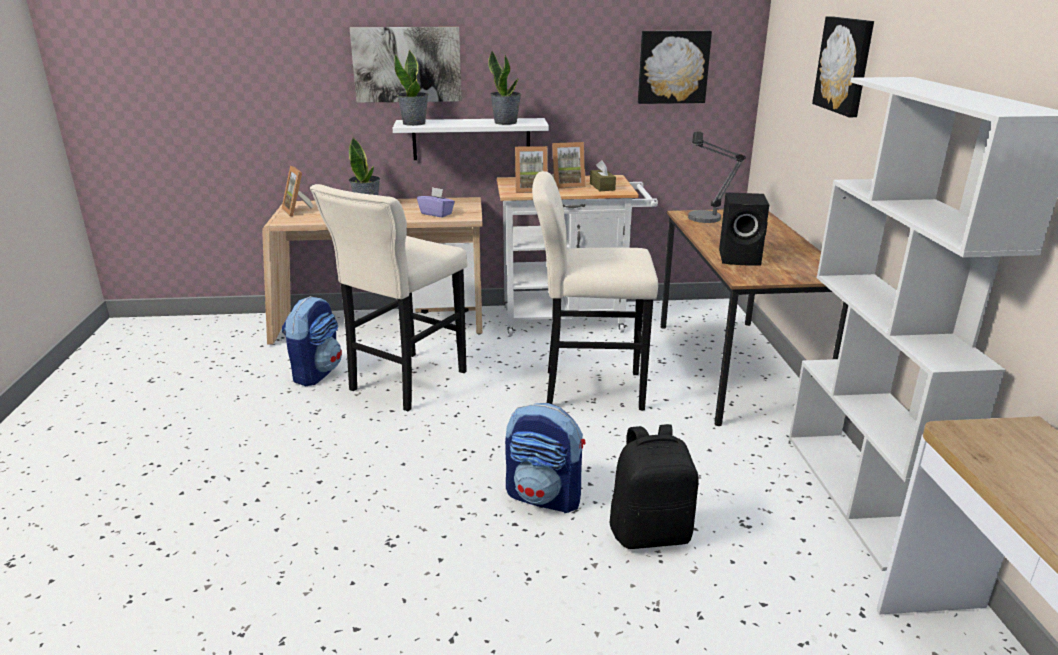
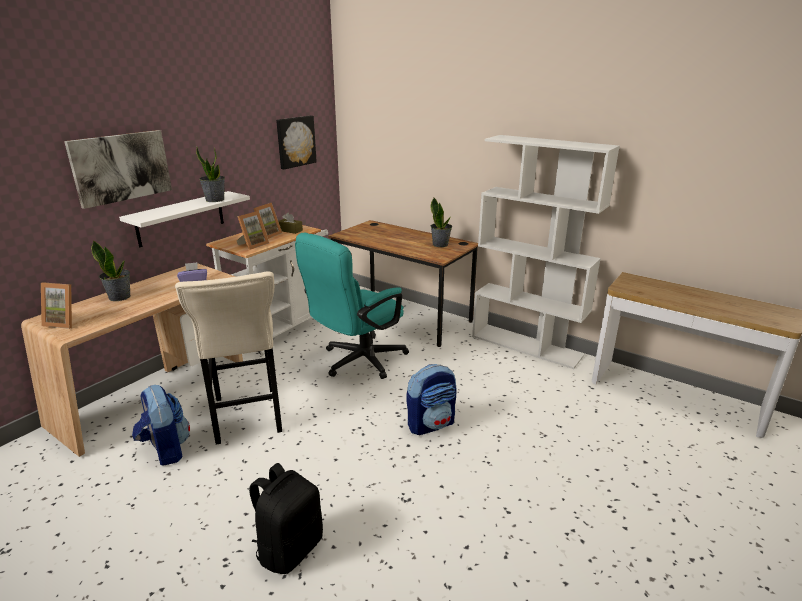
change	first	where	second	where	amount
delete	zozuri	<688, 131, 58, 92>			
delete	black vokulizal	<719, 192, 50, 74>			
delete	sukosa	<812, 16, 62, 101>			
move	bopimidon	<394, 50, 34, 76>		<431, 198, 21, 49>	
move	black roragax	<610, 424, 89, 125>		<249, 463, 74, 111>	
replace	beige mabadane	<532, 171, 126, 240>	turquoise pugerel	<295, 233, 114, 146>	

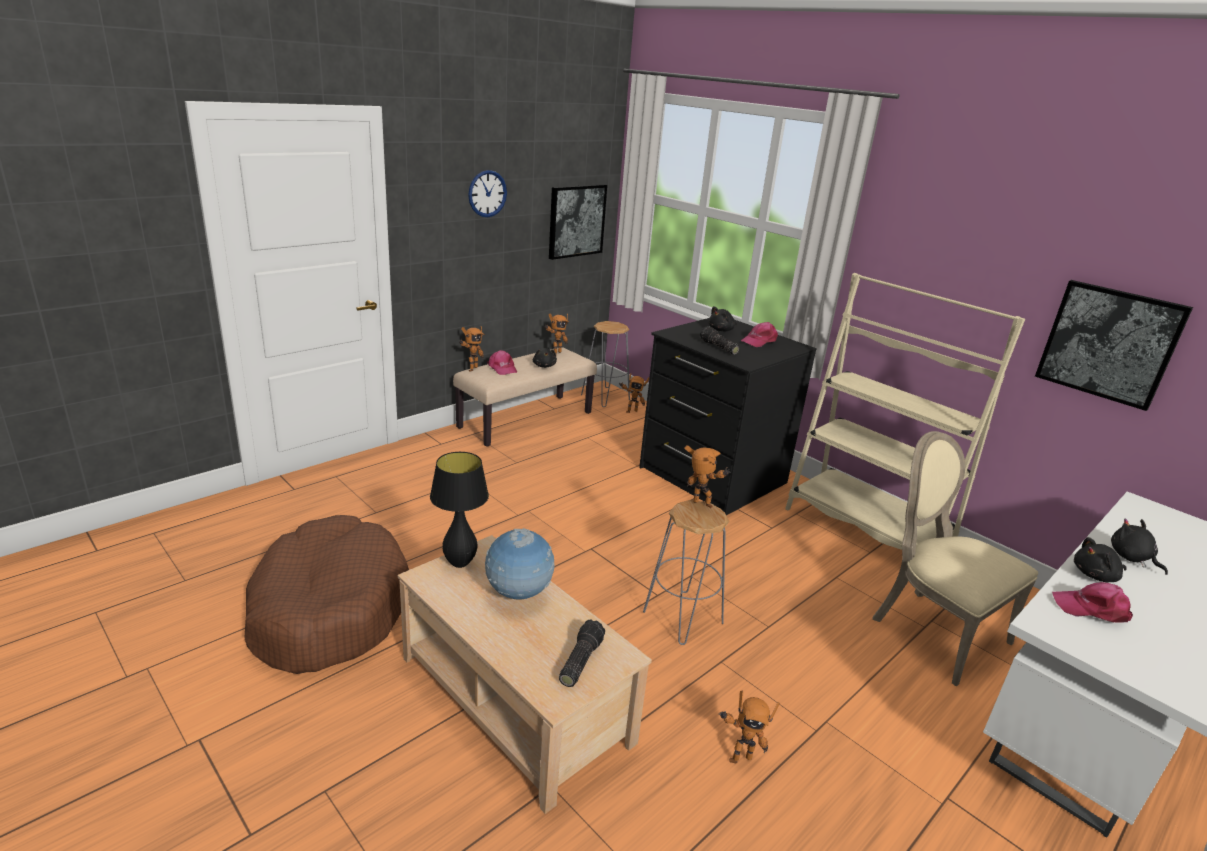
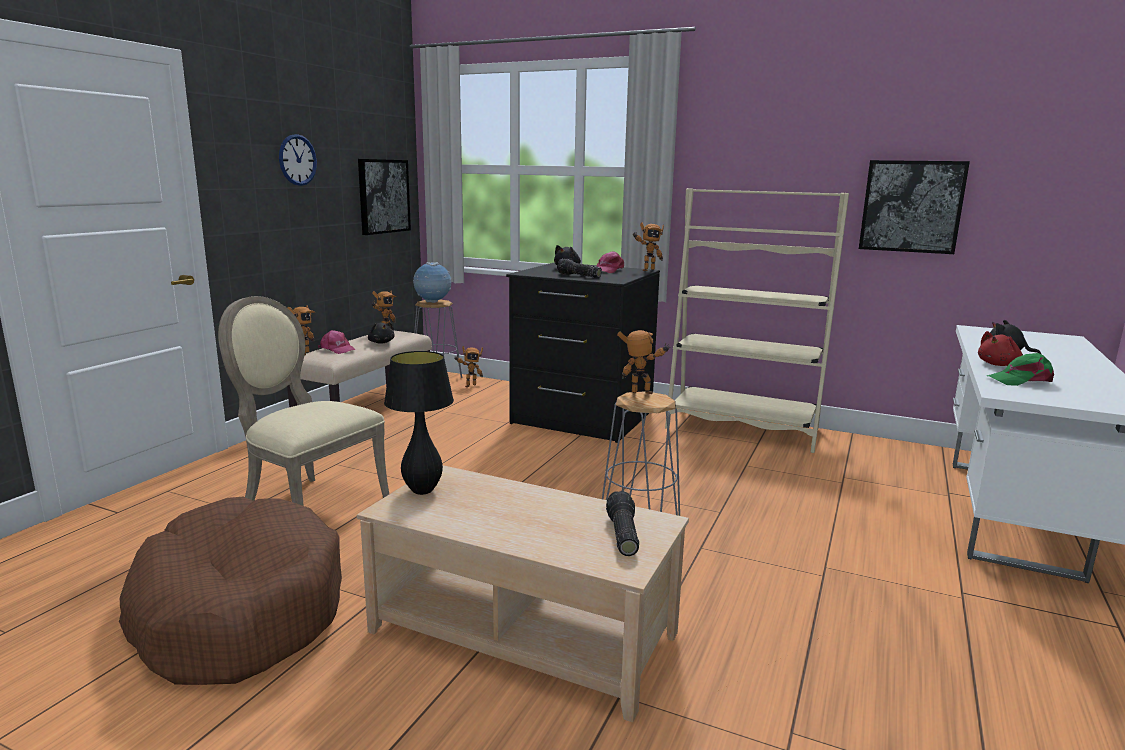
change	first	where	second	where	amount
move	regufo	<485, 528, 69, 72>		<413, 262, 38, 41>	
move	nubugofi	<719, 691, 61, 72>		<633, 222, 31, 49>	
move	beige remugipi	<872, 431, 166, 255>		<218, 296, 171, 210>	
recolor	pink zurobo	<1052, 582, 81, 41>	green zurobo	<987, 353, 67, 33>	
recolor	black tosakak	<1074, 537, 53, 45>	red tosakak	<978, 331, 44, 35>	

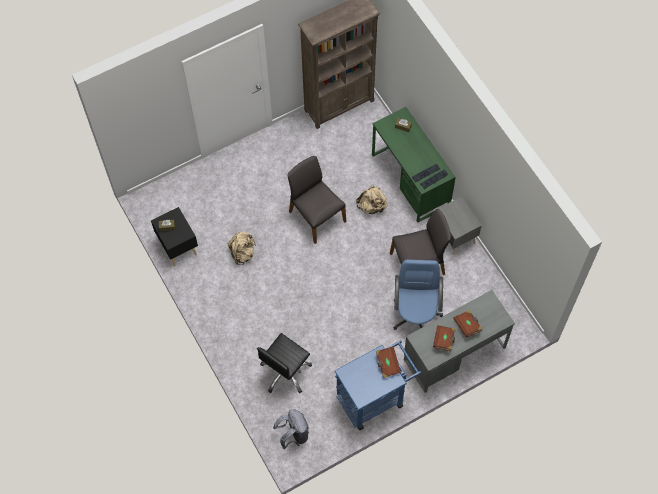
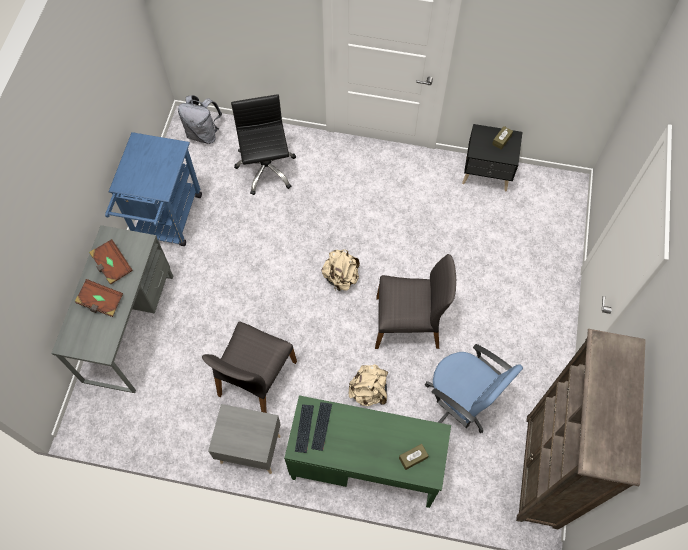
change	first	where	second	where	amount
delete	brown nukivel	<376, 346, 25, 32>			
move	beige roragax	<228, 232, 28, 33>		<321, 249, 39, 42>	
move	blue pugerel	<394, 260, 49, 70>		<425, 344, 98, 89>	

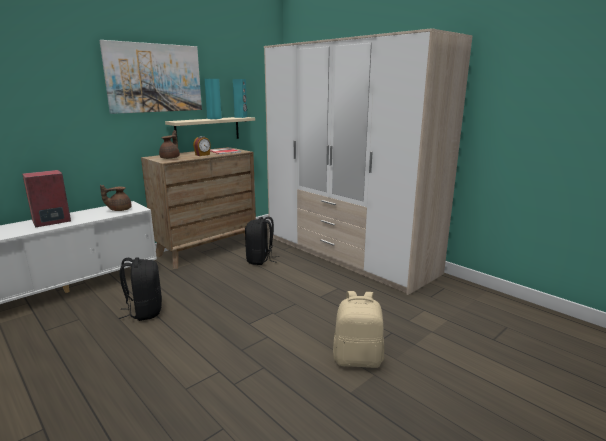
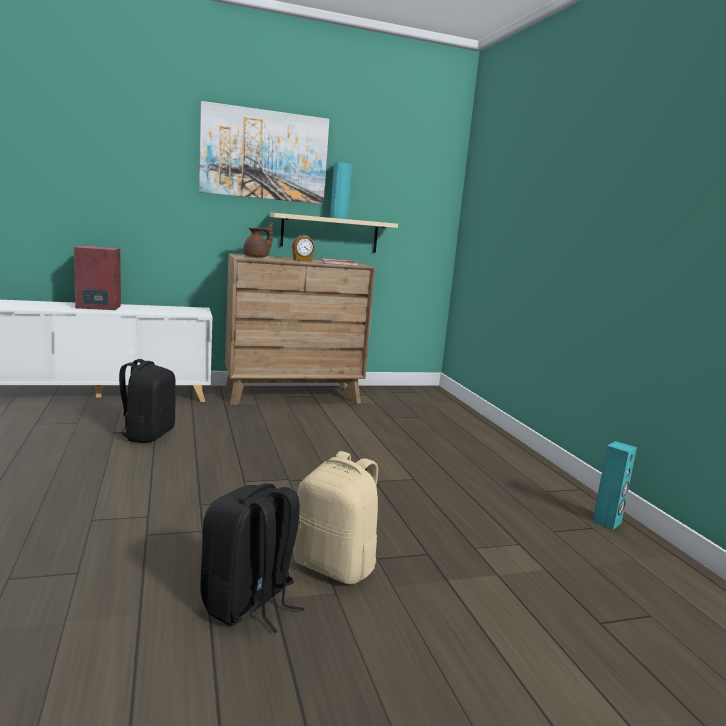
change	first	where	second	where	amount
delete	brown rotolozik	<100, 185, 32, 26>			
delete	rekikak	<264, 28, 209, 267>			
move	turquoise vokulizal	<233, 79, 14, 39>		<593, 441, 44, 89>	
move	black roragax	<245, 217, 34, 48>		<200, 483, 105, 150>	

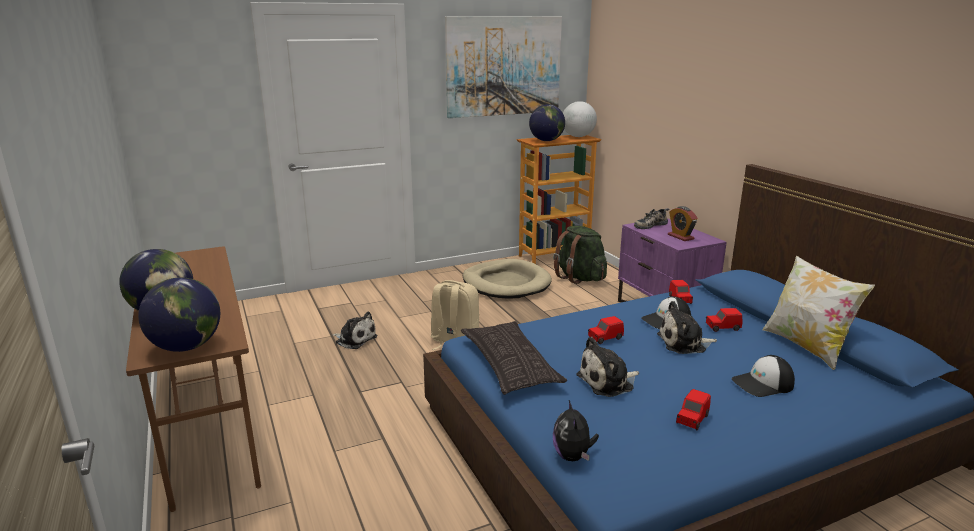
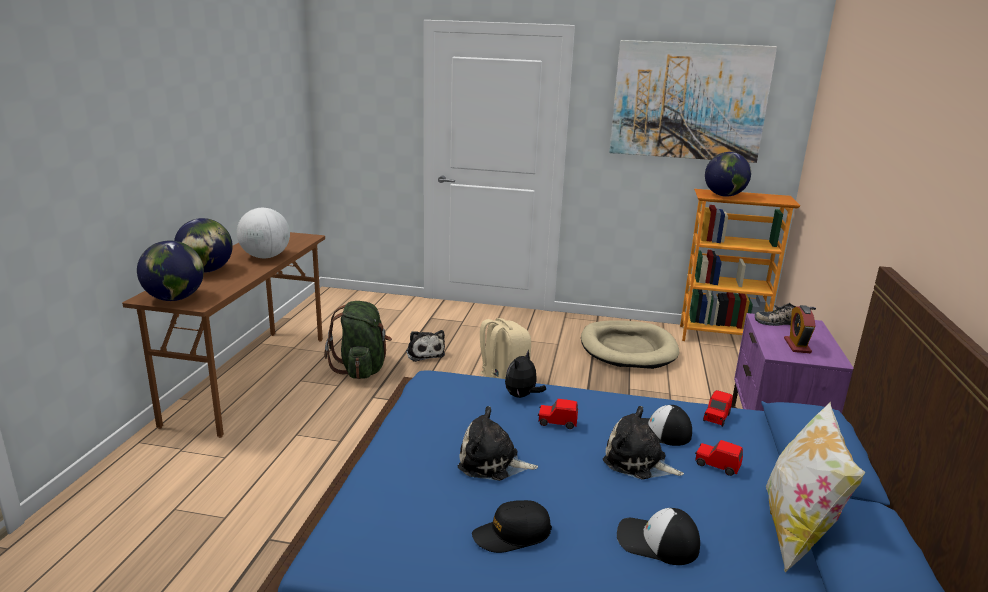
change	first	where	second	where	amount
delete	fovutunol	<461, 321, 106, 74>			
move	green roragax	<553, 226, 54, 58>		<324, 301, 68, 78>	
move	tosakak	<553, 400, 46, 61>		<505, 350, 41, 48>	
move	regufo	<563, 101, 34, 36>		<237, 208, 53, 50>	
replace	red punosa	<676, 389, 35, 41>	black zurobo	<472, 500, 80, 53>	

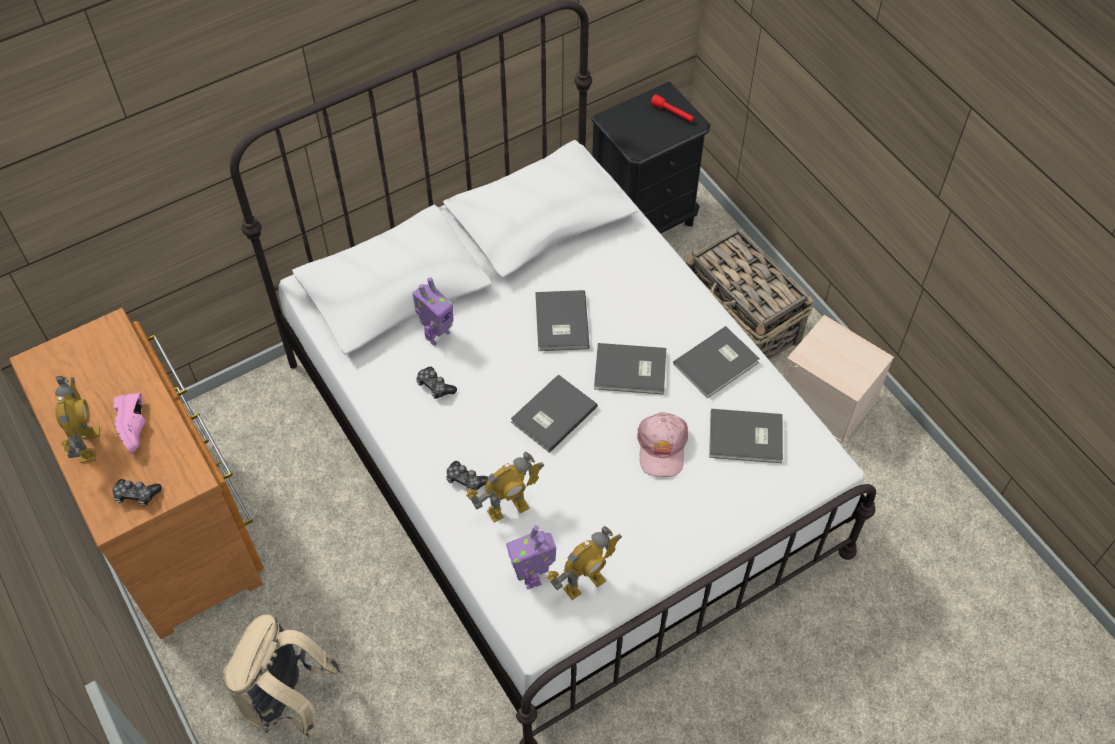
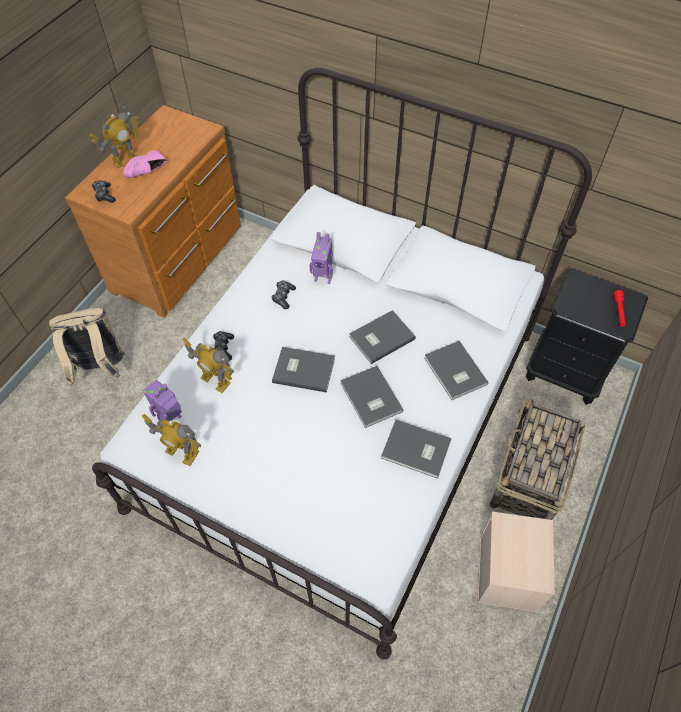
change	first	where	second	where	amount
delete	pink zurobo	<637, 412, 51, 65>			
move	grey nukivel	<709, 409, 74, 54>		<425, 341, 63, 59>	

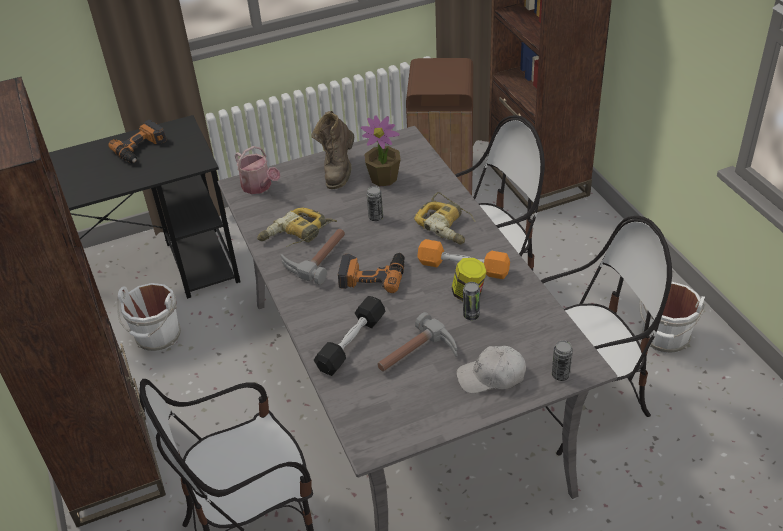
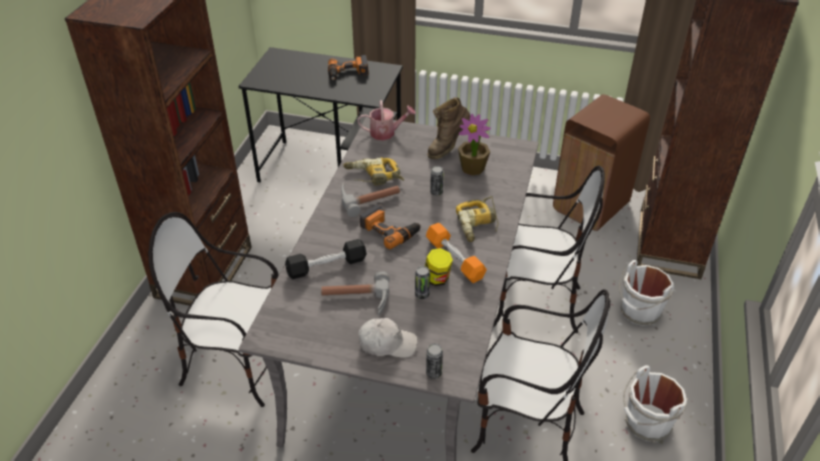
change	first	where	second	where	amount
move	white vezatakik	<117, 283, 64, 69>		<618, 260, 56, 66>	
rotate	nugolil	<235, 146, 45, 48>		<357, 100, 59, 40>	90 degrees counterclockwise
rotate	white zurobo	<457, 346, 69, 47>		<359, 318, 59, 40>	150 degrees clockwise

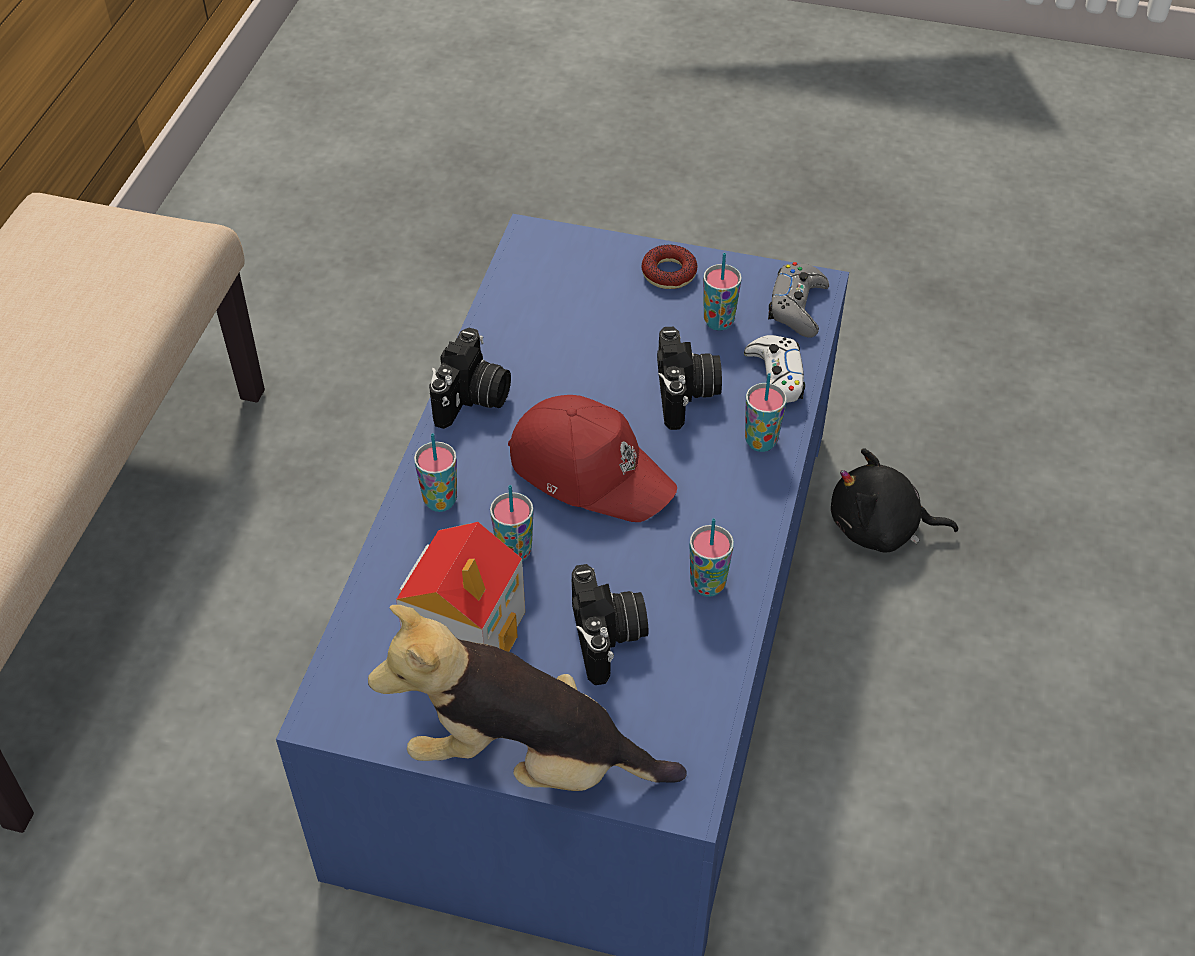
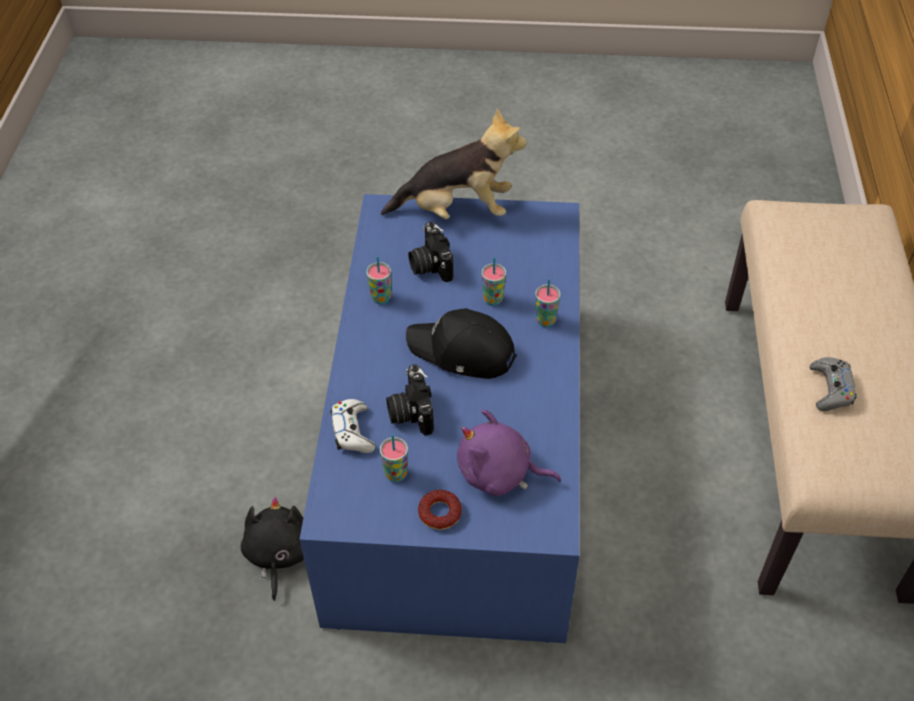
change	first	where	second	where	amount
delete	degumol	<396, 522, 129, 130>			
delete	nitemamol	<429, 328, 82, 101>			
delete	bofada	<745, 373, 42, 79>			
insert			purple tosakak	<457, 410, 104, 86>	
move	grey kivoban	<768, 262, 61, 76>		<810, 357, 46, 54>	
recolor	red zurobo	<508, 395, 169, 127>	black zurobo	<406, 308, 111, 71>	
rotate	black tosakak	<831, 449, 127, 103>		<241, 496, 63, 105>	90 degrees counterclockwise

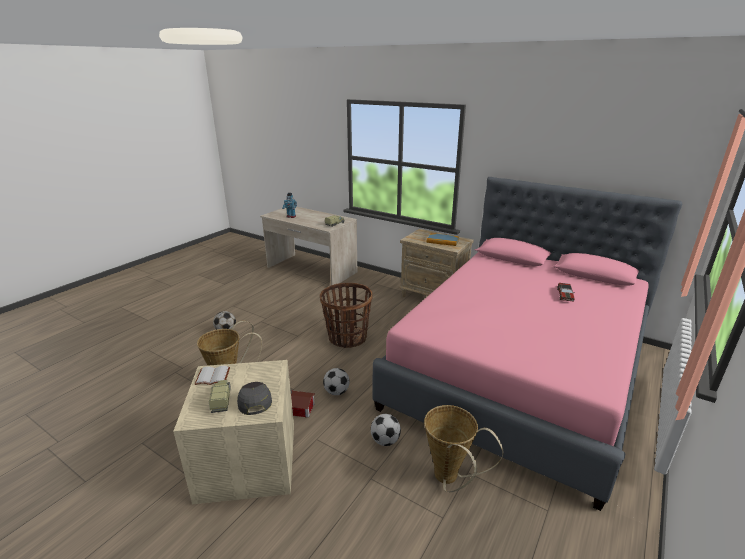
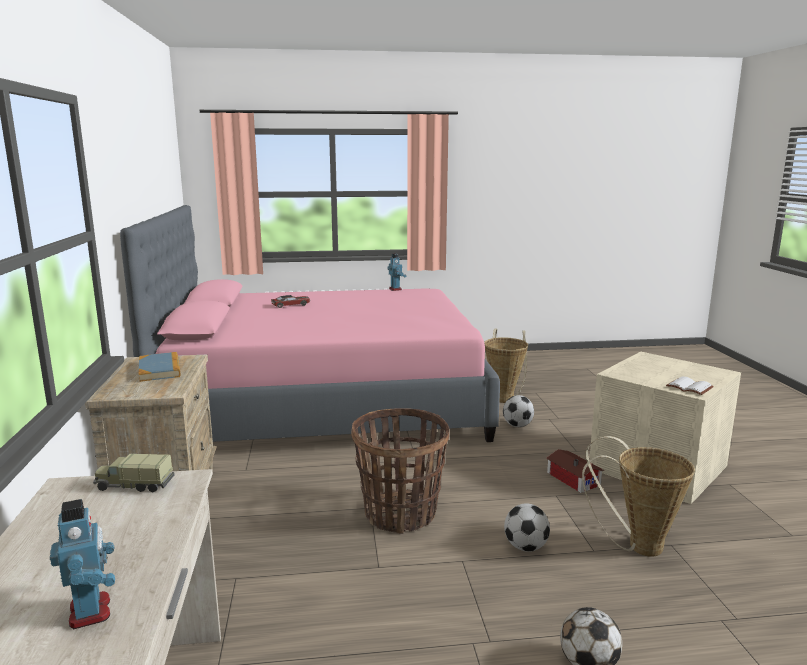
change	first	where	second	where	amount
delete	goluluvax	<209, 380, 22, 33>			
delete	grey zurobo	<237, 382, 35, 33>			
insert			nubugofi	<387, 254, 19, 37>	
move	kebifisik	<323, 368, 27, 27>		<504, 503, 46, 49>	

